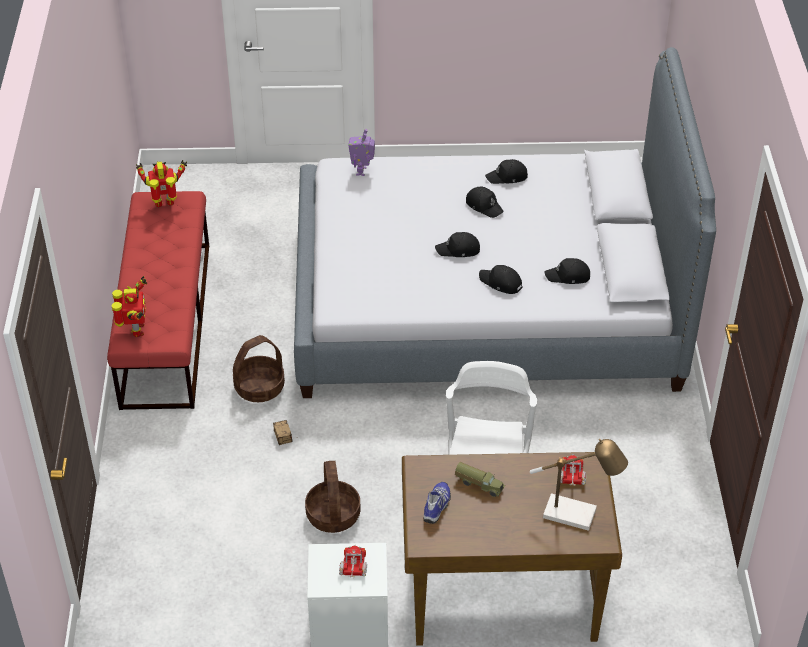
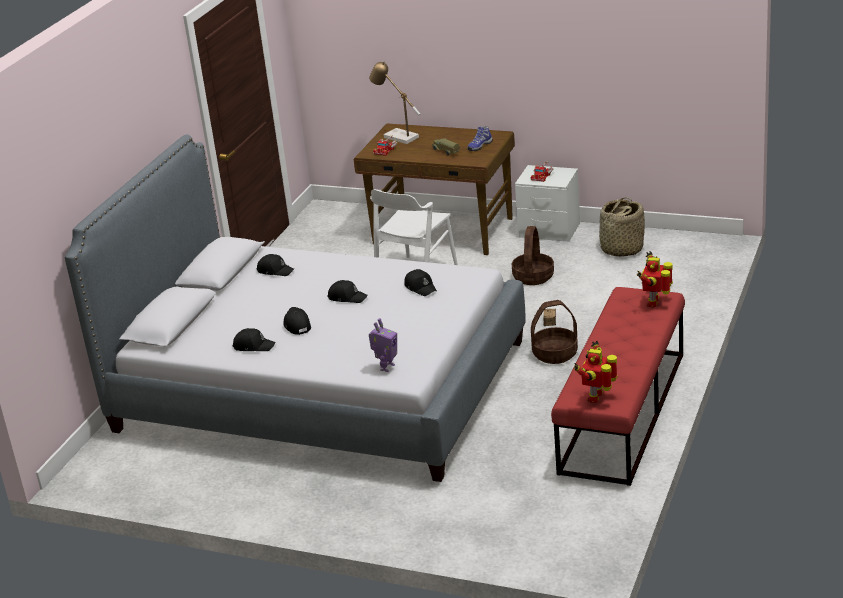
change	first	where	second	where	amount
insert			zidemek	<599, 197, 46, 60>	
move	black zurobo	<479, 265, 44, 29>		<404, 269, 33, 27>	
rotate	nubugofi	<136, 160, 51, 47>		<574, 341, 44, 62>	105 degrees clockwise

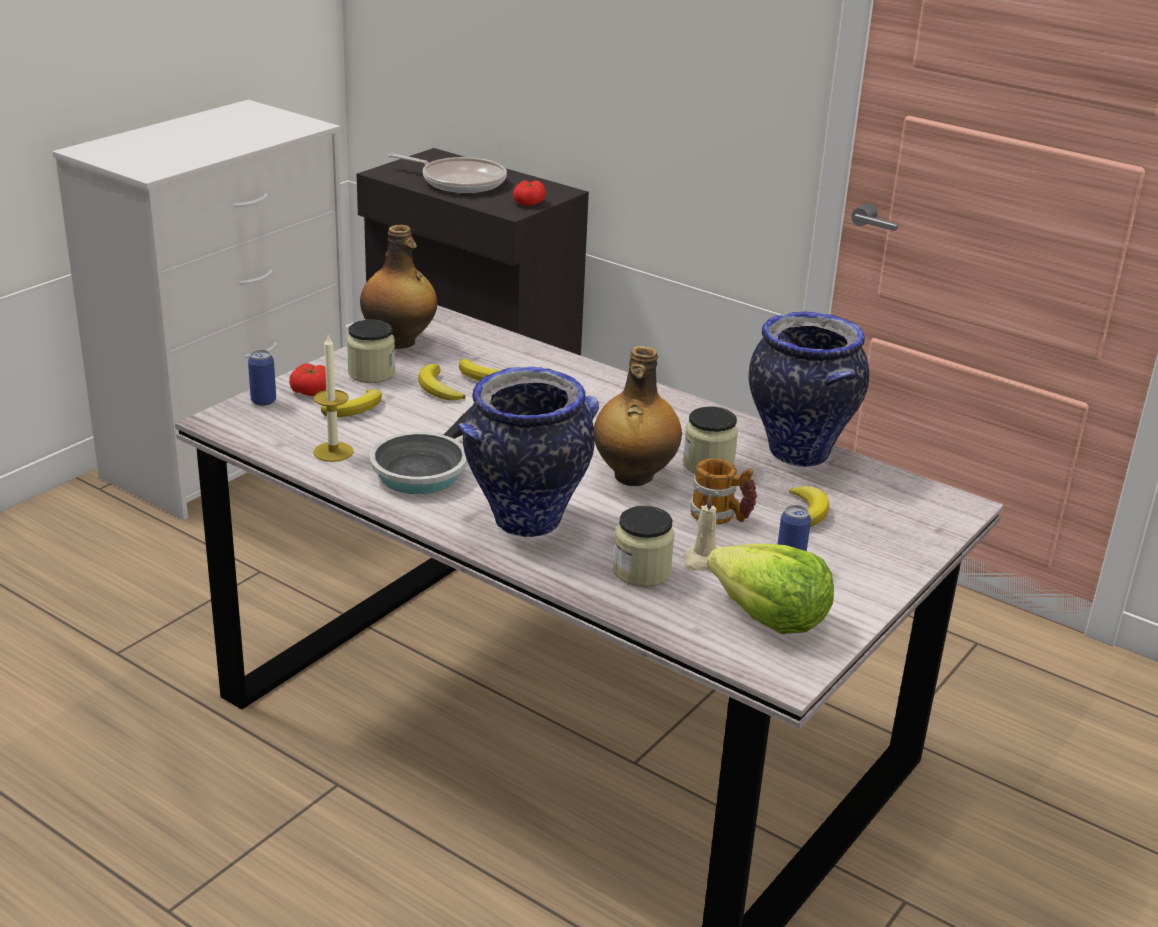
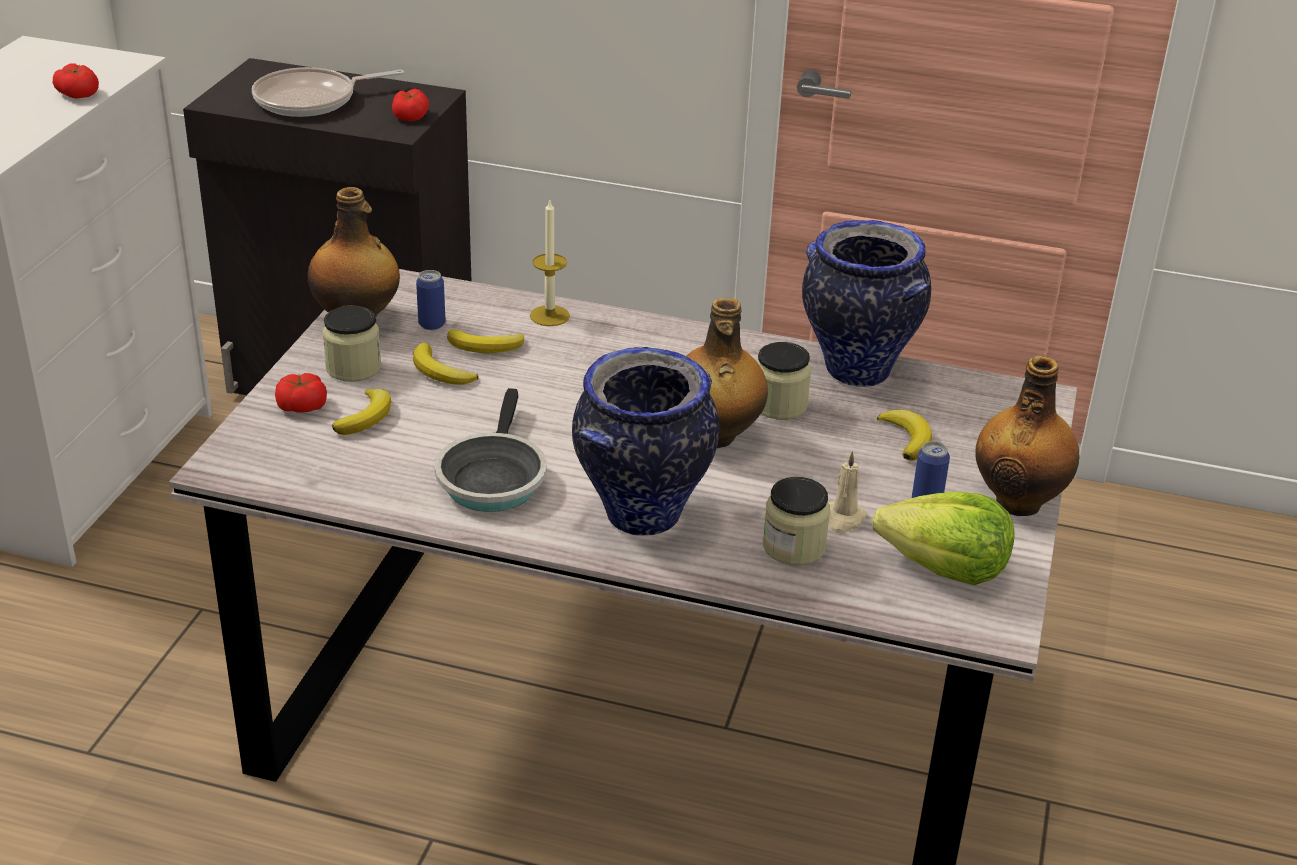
change	first	where	second	where	amount
delete	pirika	<690, 458, 67, 66>			
insert			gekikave	<53, 63, 46, 35>	
insert			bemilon	<975, 356, 105, 160>	
move	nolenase	<248, 350, 28, 56>		<416, 270, 29, 60>	
move	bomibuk	<313, 334, 41, 128>		<530, 200, 40, 126>	
rotate	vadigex	<388, 153, 119, 40>		<252, 67, 152, 50>	150 degrees clockwise

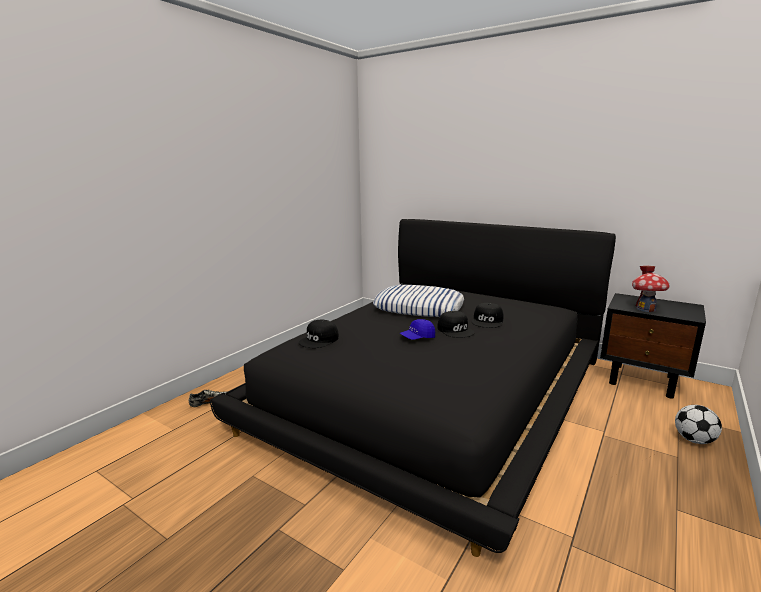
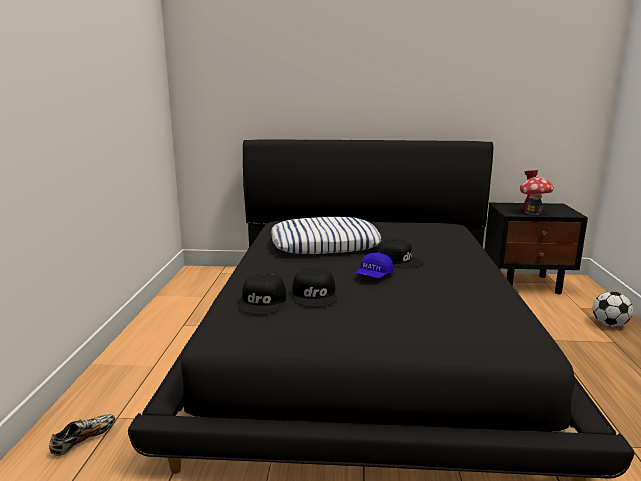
change	first	where	second	where	amount
move	black zurobo	<472, 303, 32, 25>		<292, 268, 46, 39>	

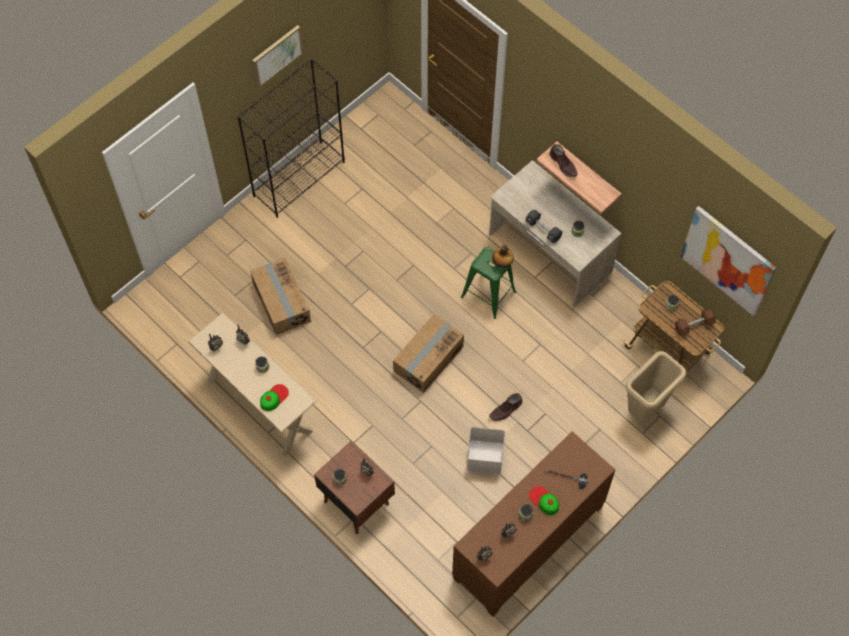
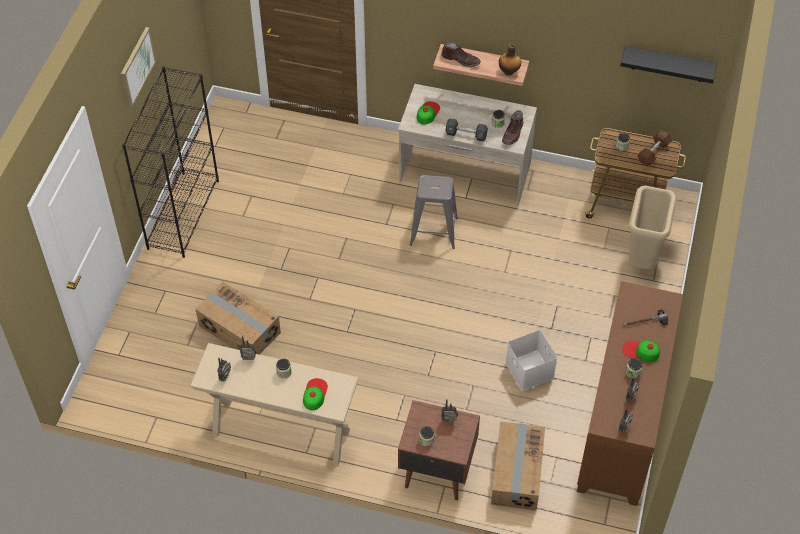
change	first	where	second	where	amount
insert			zurobo	<417, 101, 23, 23>	
move	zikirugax	<393, 314, 71, 79>		<491, 421, 54, 89>	
move	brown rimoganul	<489, 393, 34, 28>		<502, 110, 21, 35>	
move	bemilon	<492, 245, 22, 23>		<499, 44, 22, 31>	
replace	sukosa	<681, 206, 95, 110>	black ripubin	<620, 46, 97, 38>	
recolor	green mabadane	<461, 247, 55, 72>	grey mabadane	<410, 175, 48, 74>	

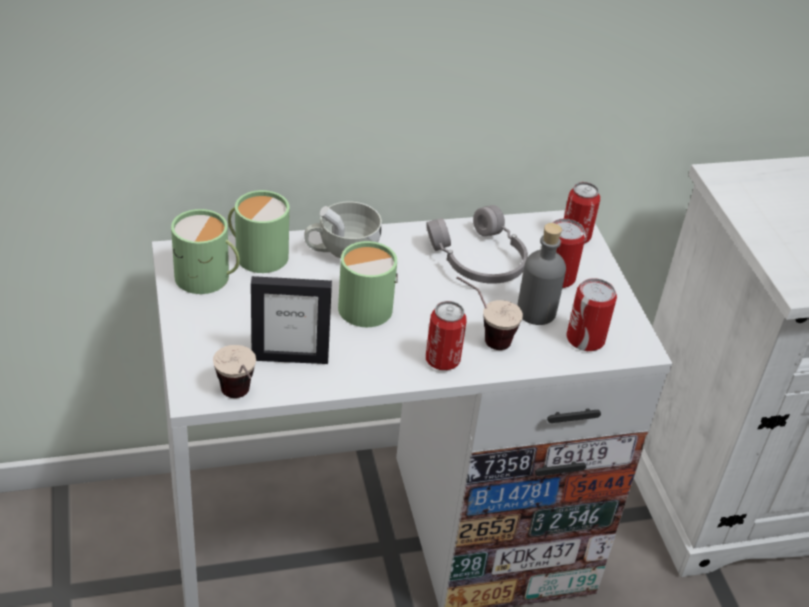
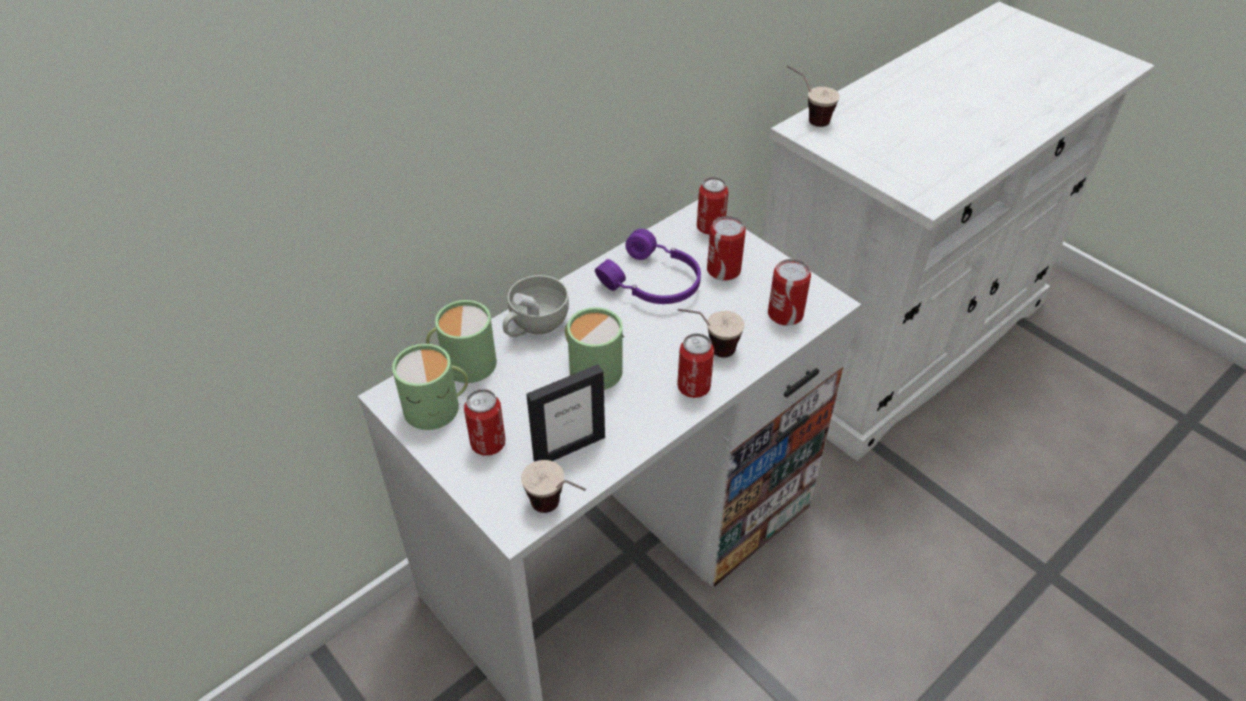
change	first	where	second	where	amount
delete	grey bemilon	<517, 223, 49, 102>			
insert			nolenase	<464, 389, 41, 67>	
insert			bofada	<787, 65, 53, 62>	
recolor	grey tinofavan	<426, 205, 102, 79>	purple tinofavan	<595, 229, 106, 75>	

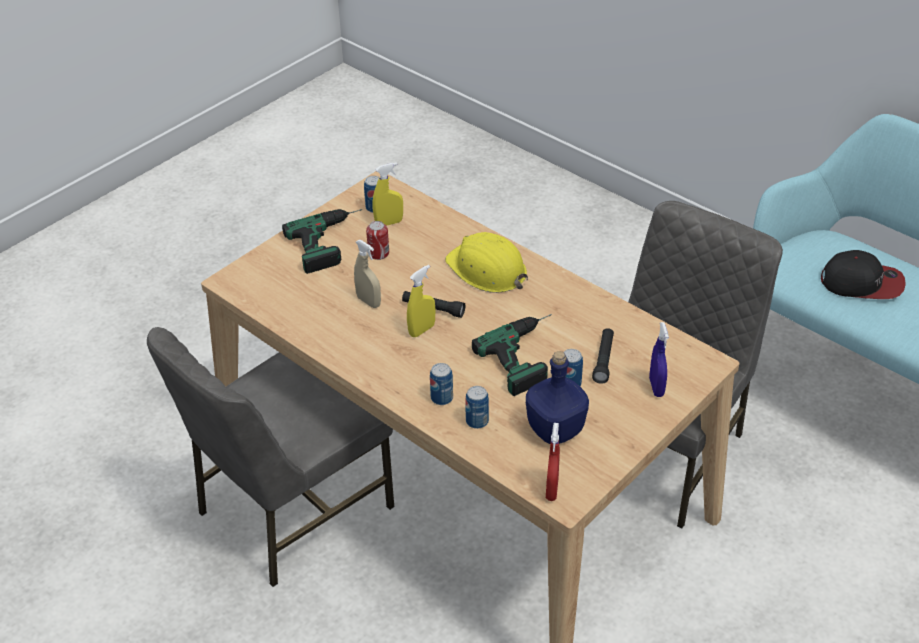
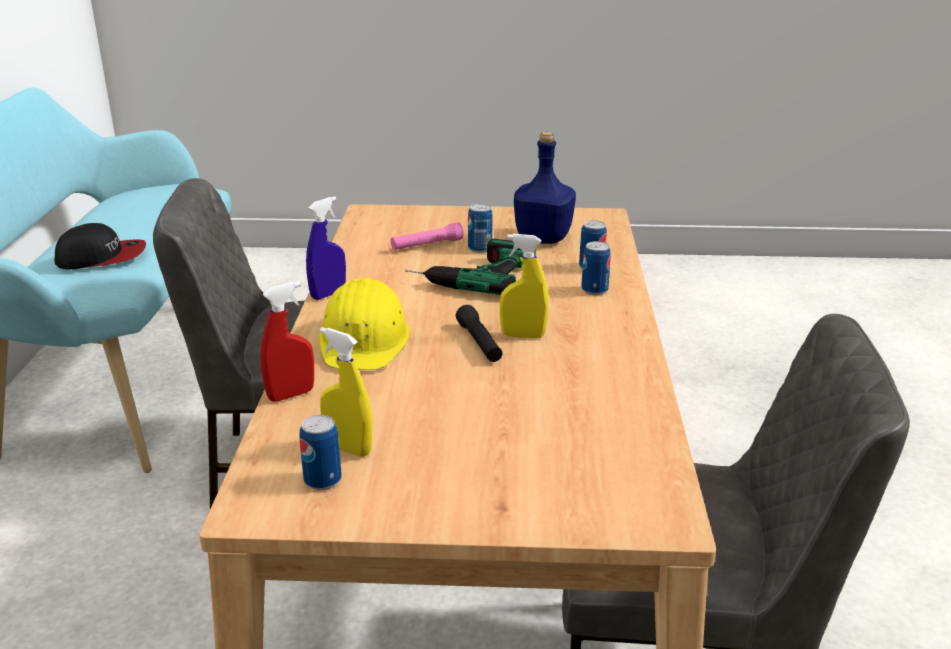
change	first	where	second	where	amount
delete	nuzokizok	<282, 209, 81, 65>			
delete	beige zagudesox	<354, 240, 27, 68>			
delete	nolenase	<366, 221, 23, 39>			
move	red zagudesox	<546, 423, 14, 78>		<260, 281, 54, 121>	
move	blue zagudesox	<649, 322, 20, 75>		<306, 196, 40, 104>	
recolor	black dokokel	<592, 328, 22, 56>	pink dokokel	<391, 222, 73, 28>	
rotate	zurobo	<821, 250, 85, 49>		<54, 223, 92, 46>	105 degrees clockwise

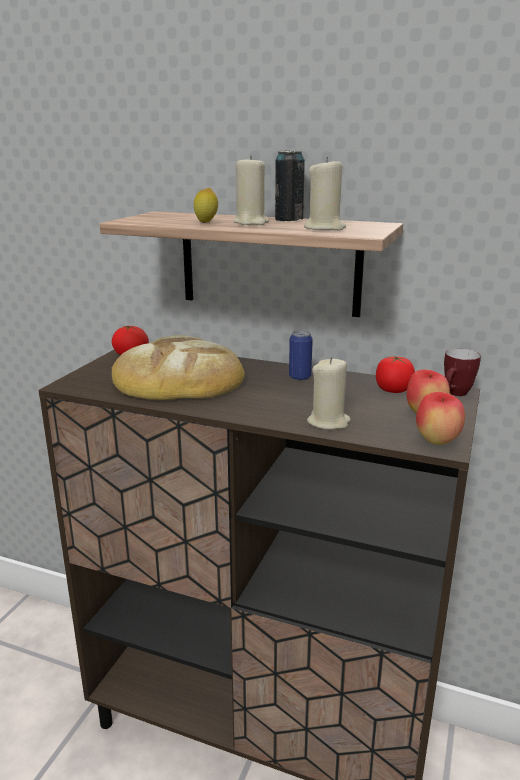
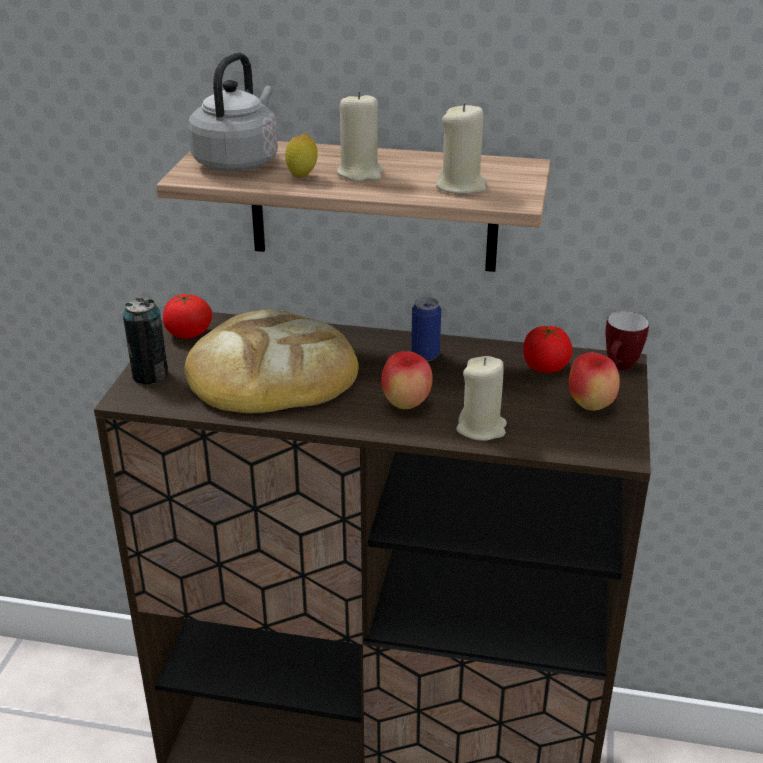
change	first	where	second	where	amount
insert			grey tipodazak	<188, 52, 90, 119>	
move	nolenase	<275, 150, 30, 72>		<123, 298, 45, 87>	
move	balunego	<416, 392, 49, 53>		<381, 351, 52, 58>	

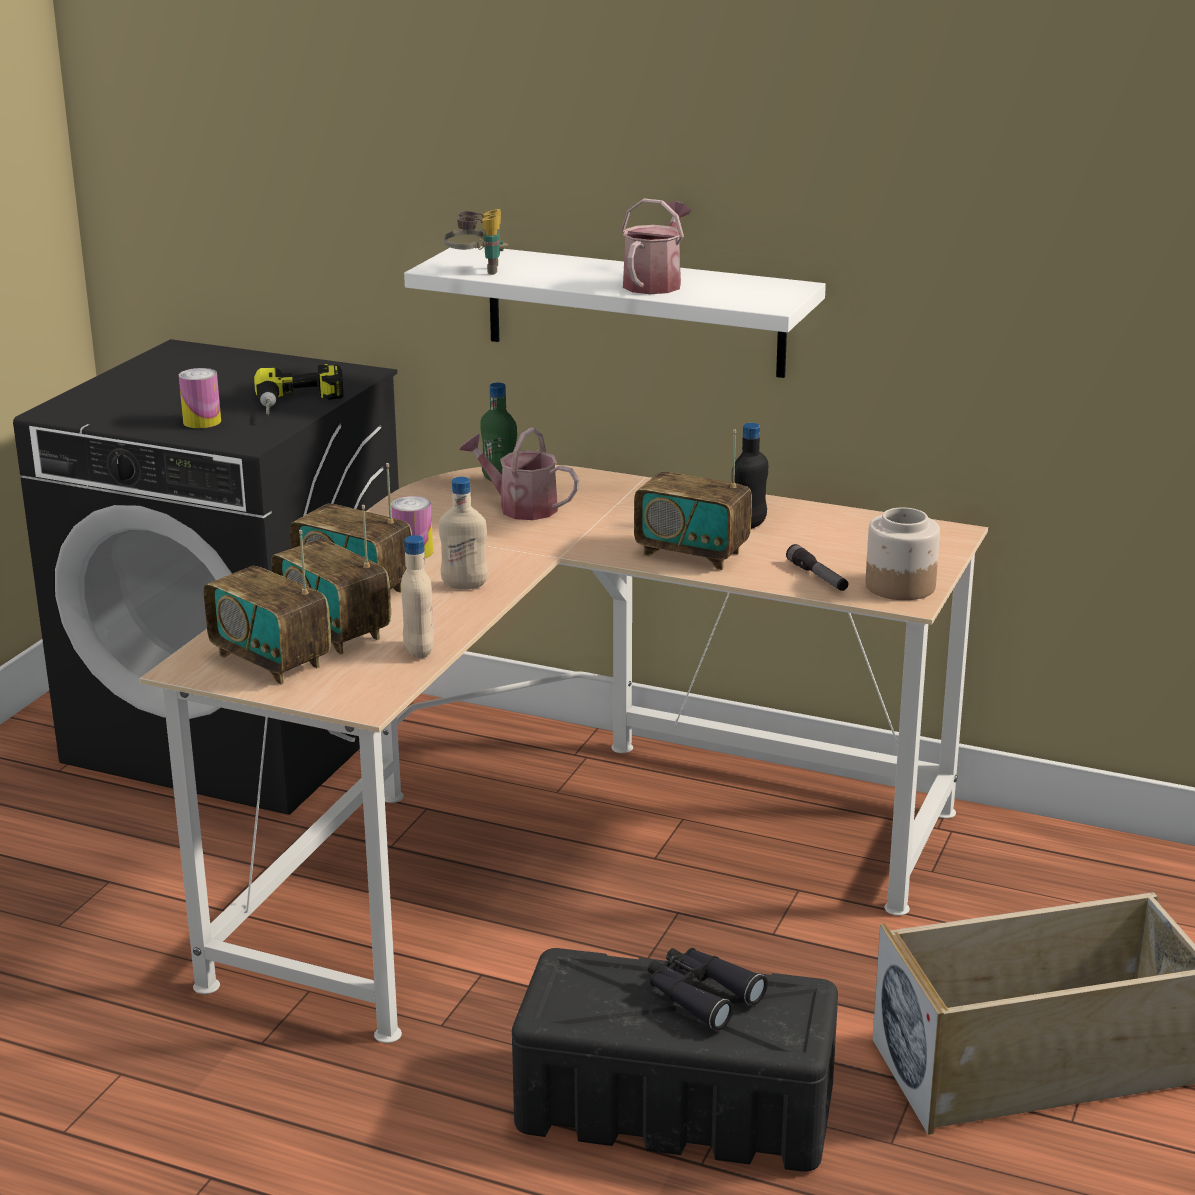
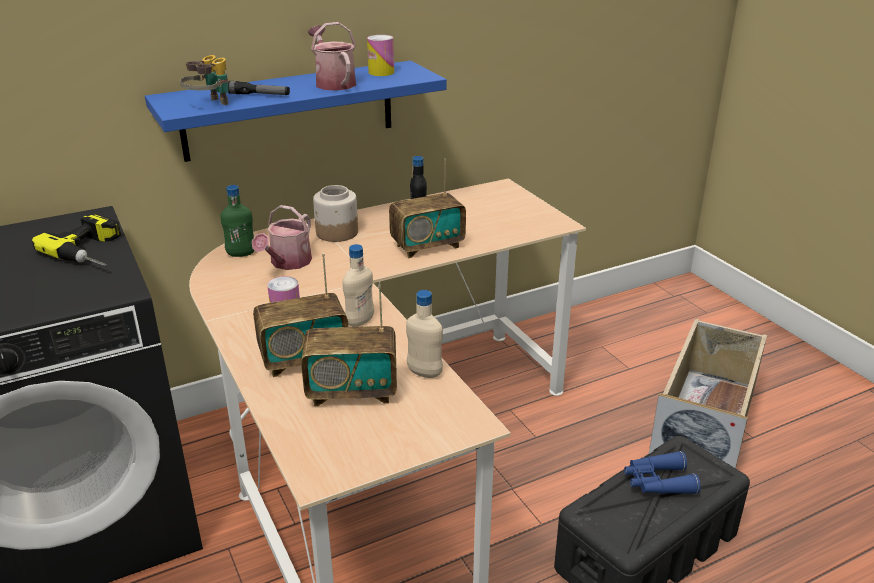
change	first	where	second	where	amount
delete	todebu	<204, 530, 127, 155>			
move	nolenase	<179, 368, 42, 60>		<367, 35, 27, 41>	
move	dokokel	<786, 544, 62, 47>		<228, 81, 62, 14>	
move	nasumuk	<866, 507, 74, 93>		<313, 185, 45, 57>	
recolor	white ripubin	<404, 246, 422, 132>	blue ripubin	<145, 61, 302, 101>	
recolor	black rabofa	<648, 948, 120, 83>	blue rabofa	<624, 451, 77, 43>	
rotate	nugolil	<459, 427, 120, 93>		<252, 205, 60, 65>	45 degrees counterclockwise

